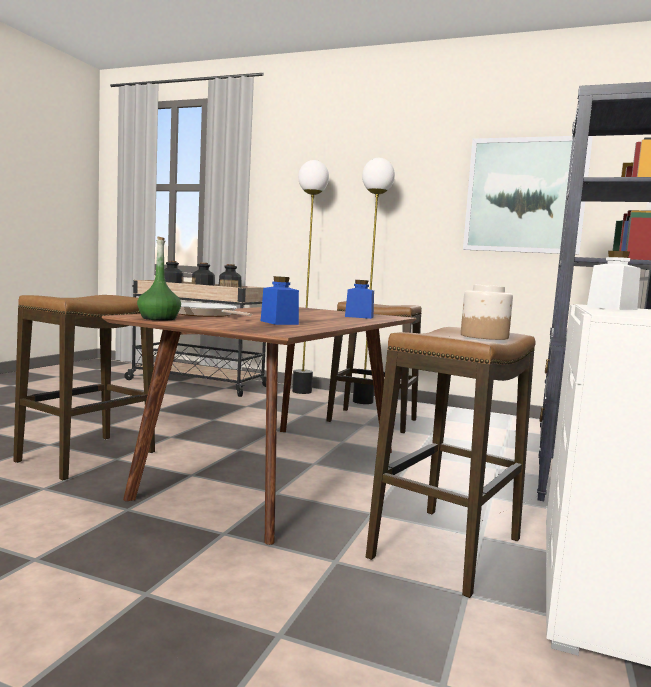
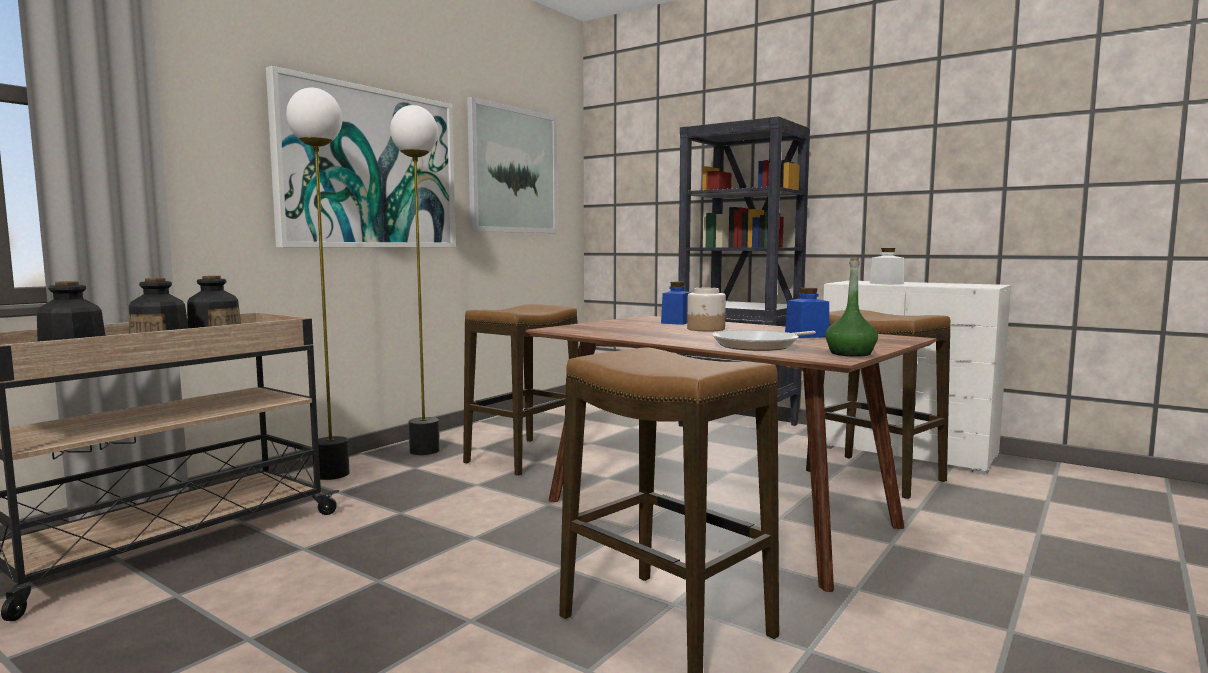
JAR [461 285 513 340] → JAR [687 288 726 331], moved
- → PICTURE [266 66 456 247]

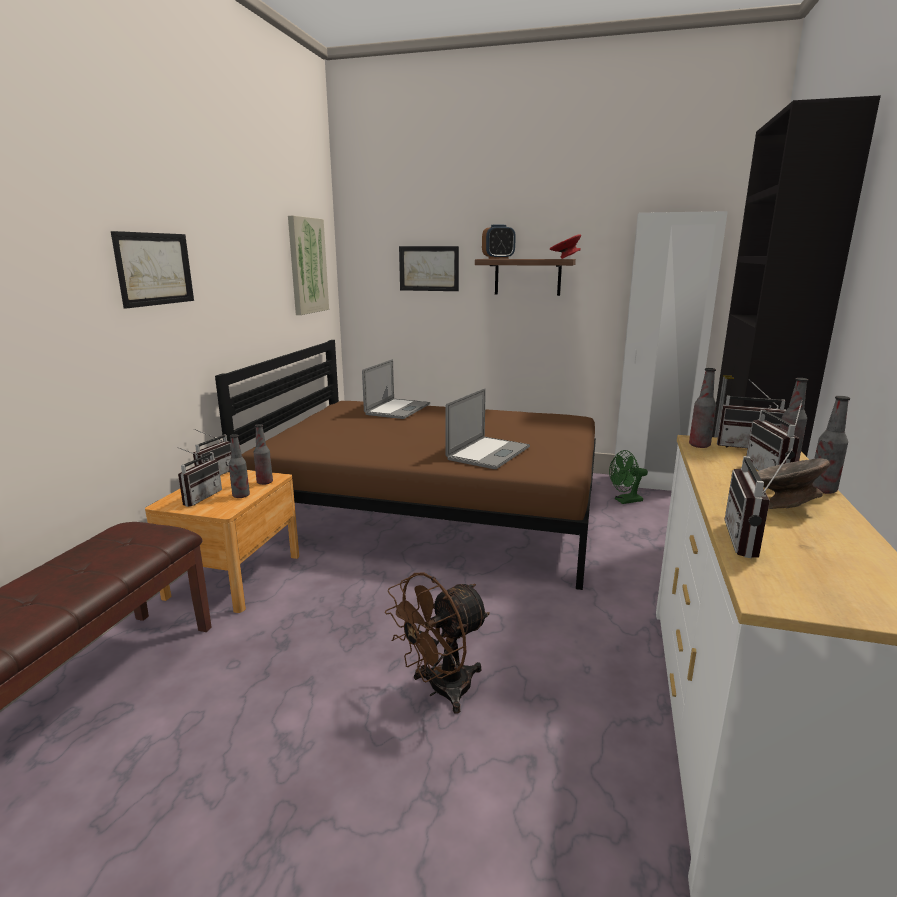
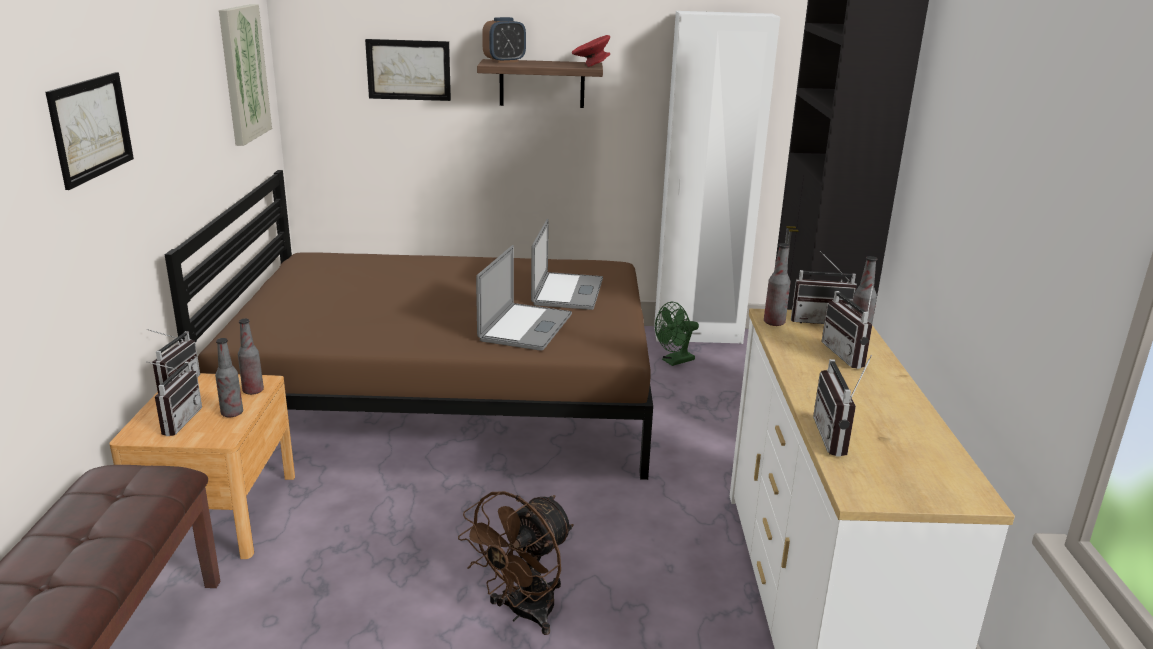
LAPTOP [362 359 430 419] → LAPTOP [531 219 603 310], moved
BOTTLE [812 396 850 494] → -
GREY BOWL [757 459 830 509] → -

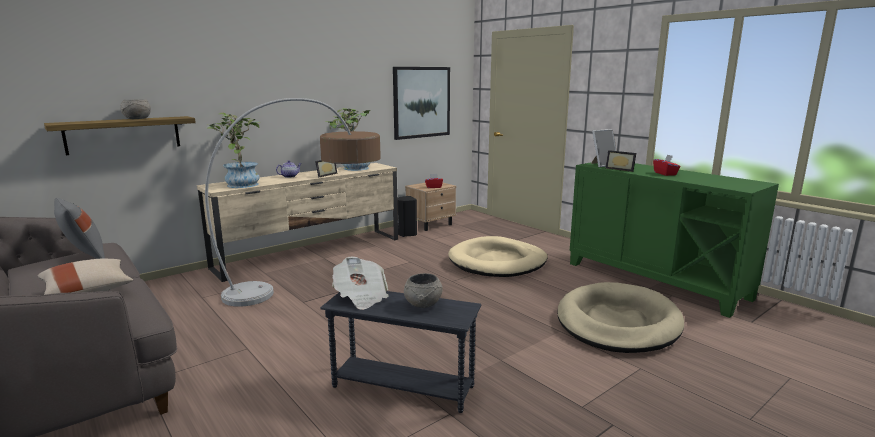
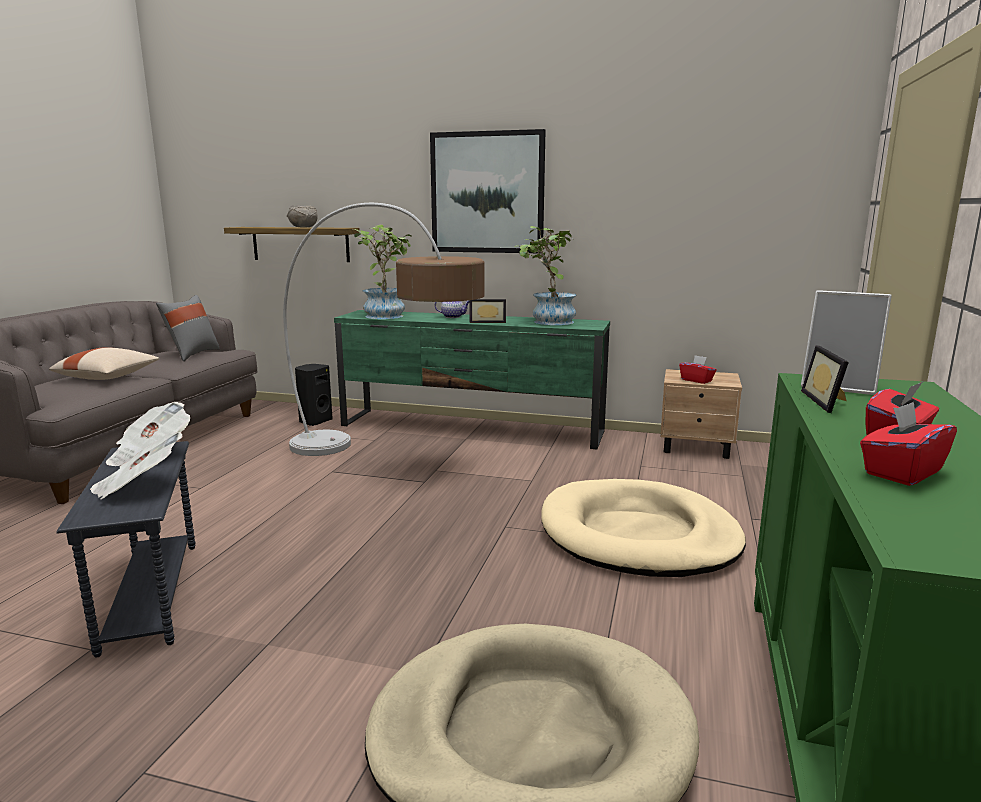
PICTURE [393 67 450 140] → PICTURE [430 129 546 254], moved
BEIGE TV STAND [197 163 398 282] → GREEN TV STAND [334 310 610 450]
BLACK SPEAKER [397 196 417 237] → BLACK SPEAKER [295 364 333 426], moved
GREY BOWL [404 273 443 308] → NEWSPAPER [90 432 183 499]
- → RED TISSUE BOX [860 402 957 486]

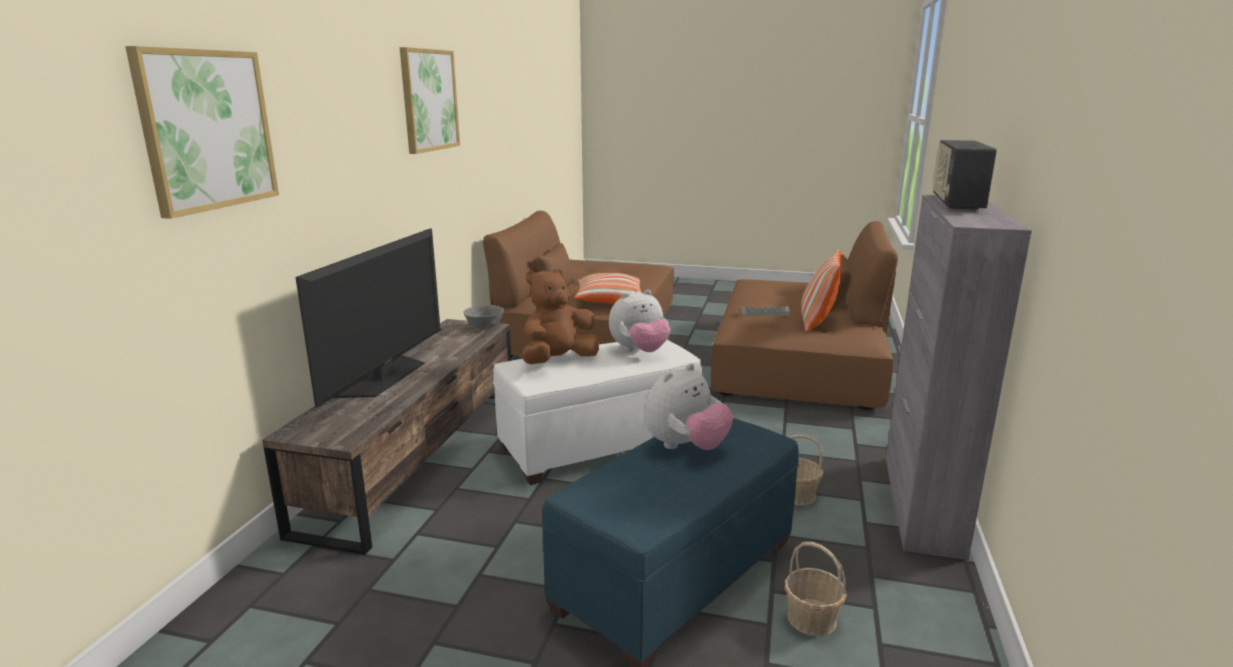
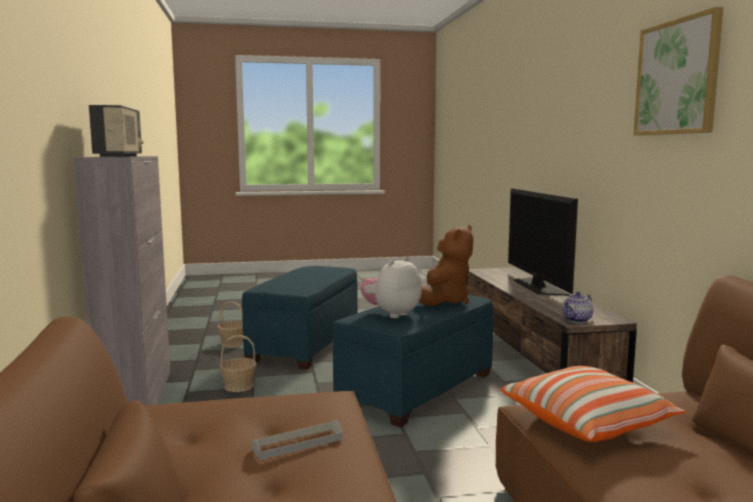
PICTURE [125 46 279 219] → -
PILLOW [801 249 842 332] → -
GREY BOWL [463 305 504 329] → TEAPOT [562 292 593 323]
WHITE OTTOMAN [493 340 702 485] → BLUE OTTOMAN [332 295 494 427]
PLUSH TOY [644 363 733 450] → -

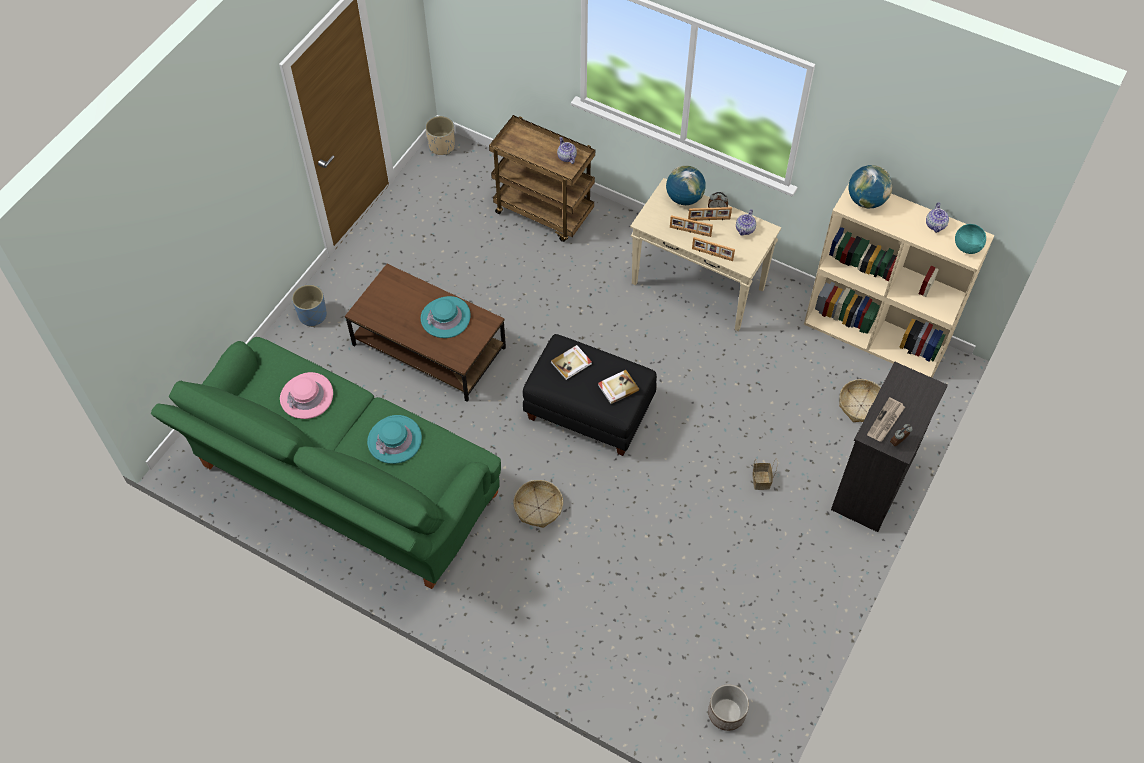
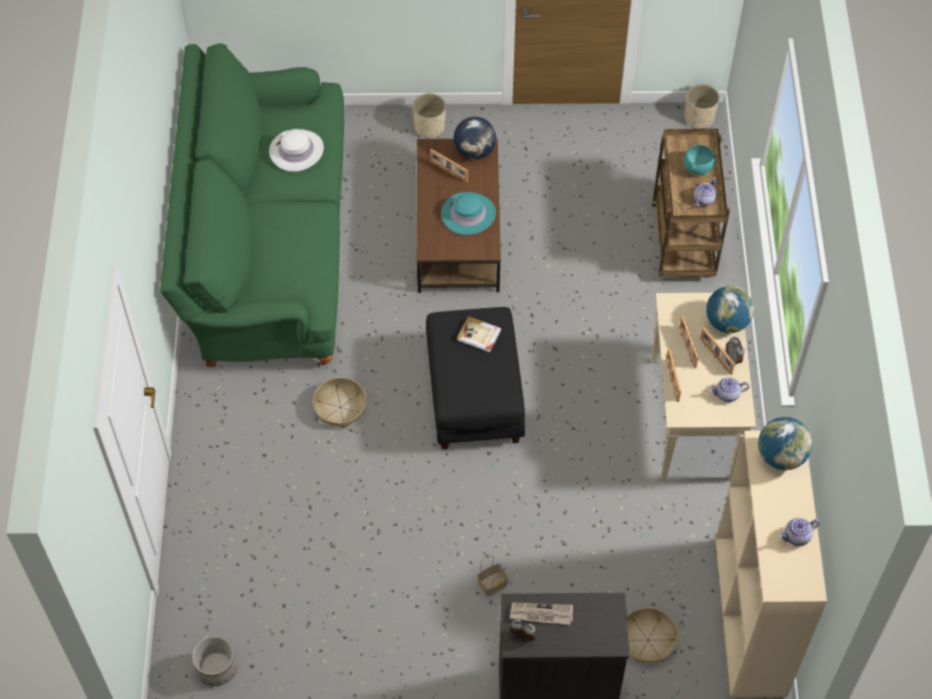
TURQUOISE BOWL [955 224 986 254] → TURQUOISE BOWL [684 145 715 176], moved
BLUE PLANTER [292 285 327 327] → BEIGE PLANTER [413 93 446 138]
BOOK [598 370 639 404] → -
PINK HAT [280 372 333 419] → WHITE HAT [269 129 324 172]
TURQUOISE HAT [367 415 422 464] → -
- → GLOBE [454 117 496 160]
- → PICTURE FRAME [430 149 468 183]

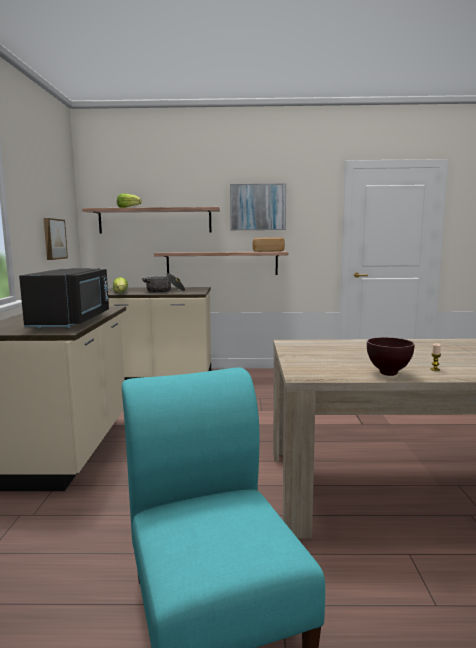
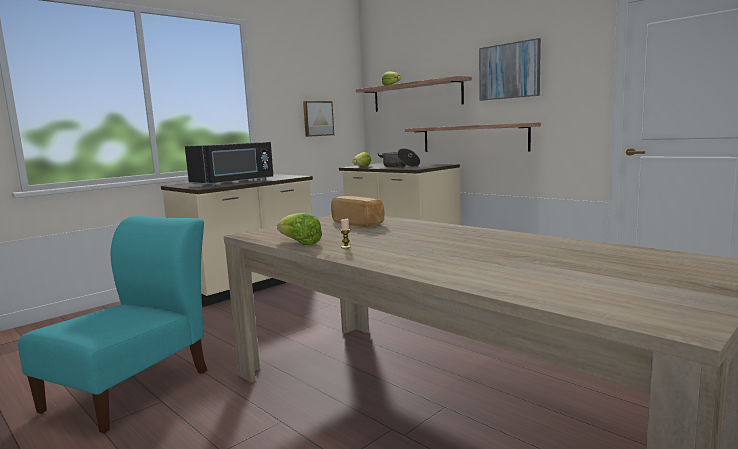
BREAD [253 237 285 252] → BREAD [331 196 384 227], moved
BROWN BOWL [367 337 415 376] → LETTUCE [277 213 322 245]

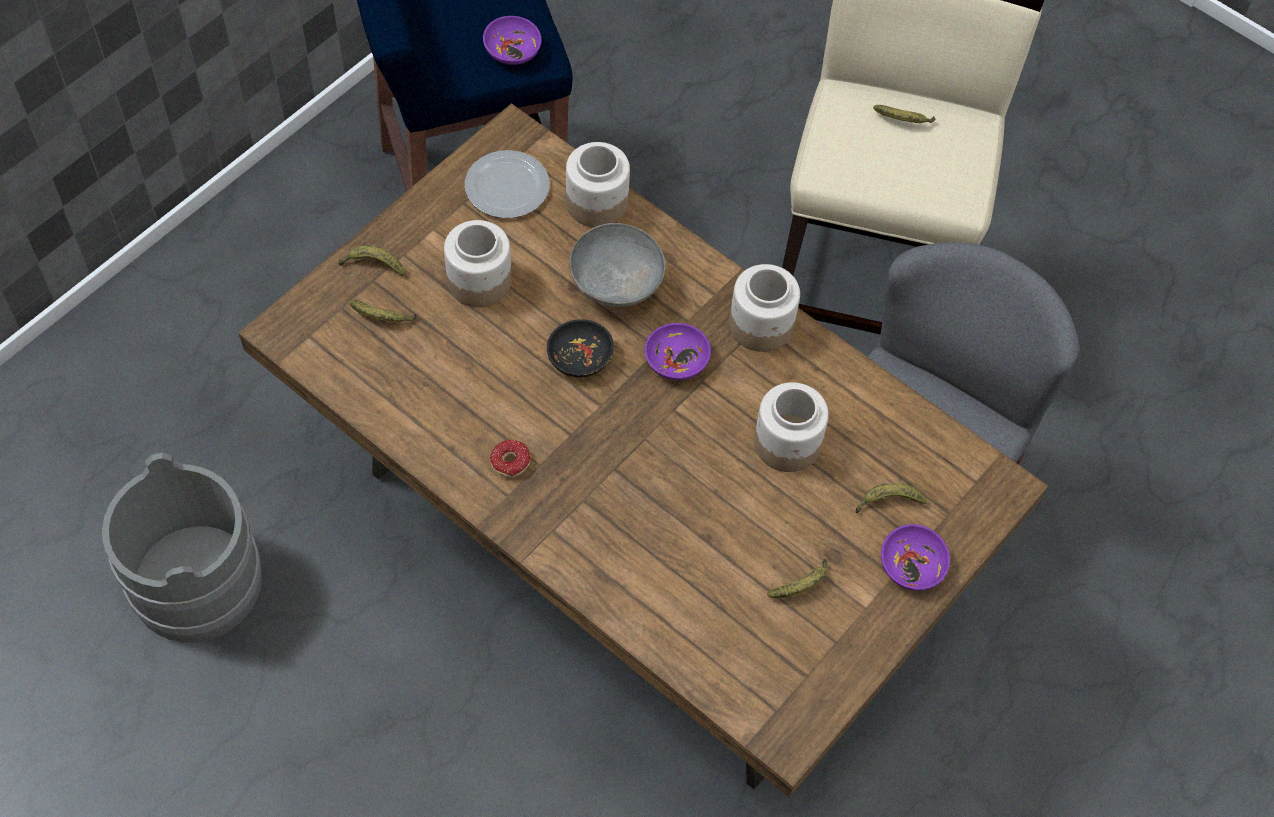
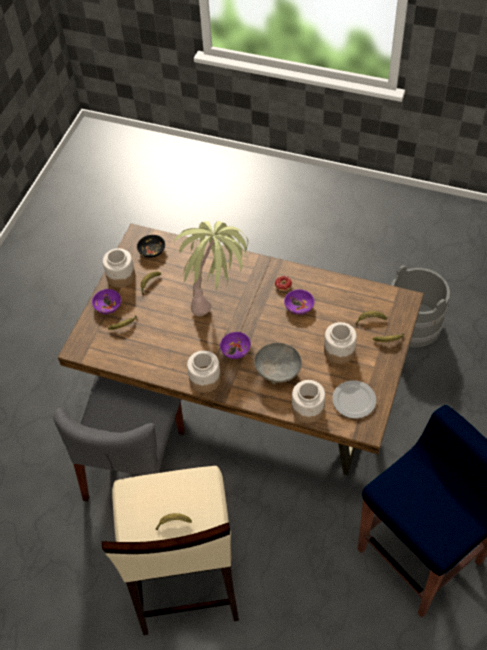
PURPLE BOWL [483 16 542 65] → PURPLE BOWL [284 289 315 315], moved
BLACK BOWL [547 319 614 377] → BLACK BOWL [137 235 165 258], moved
JAR [754 382 829 472] → JAR [103 248 135 288], moved
- → POTTED PLANT [174 221 248 317]

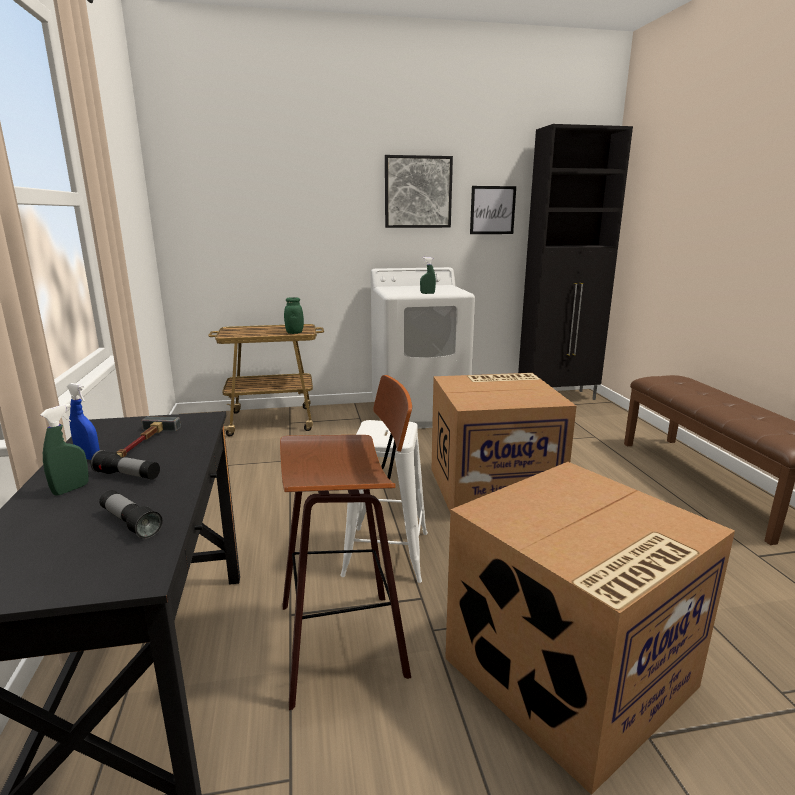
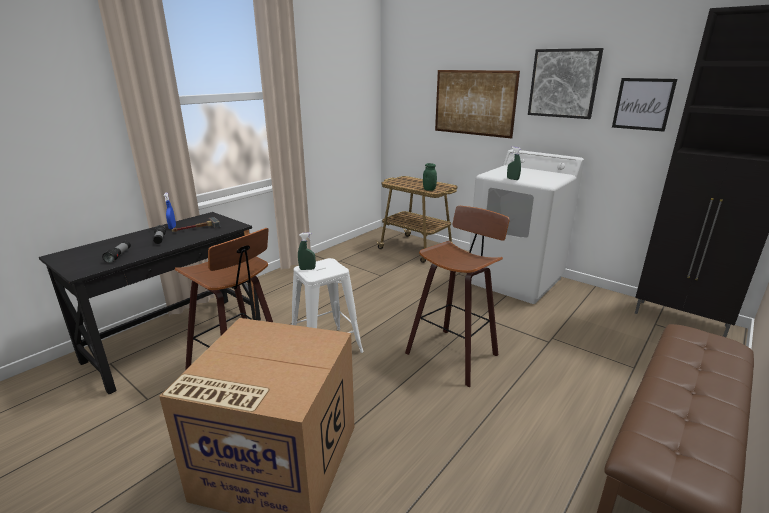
CARDBOARD BOX [432 373 576 513] → STOOL [405 206 510 387]
GREEN SPRAY BOTTLE [41 404 89 496] → GREEN SPRAY BOTTLE [298 232 316 270], moved
- → PICTURE [435 70 520 139]

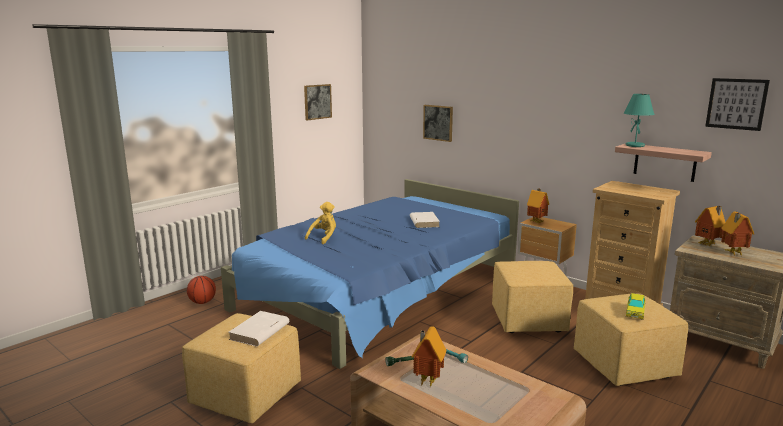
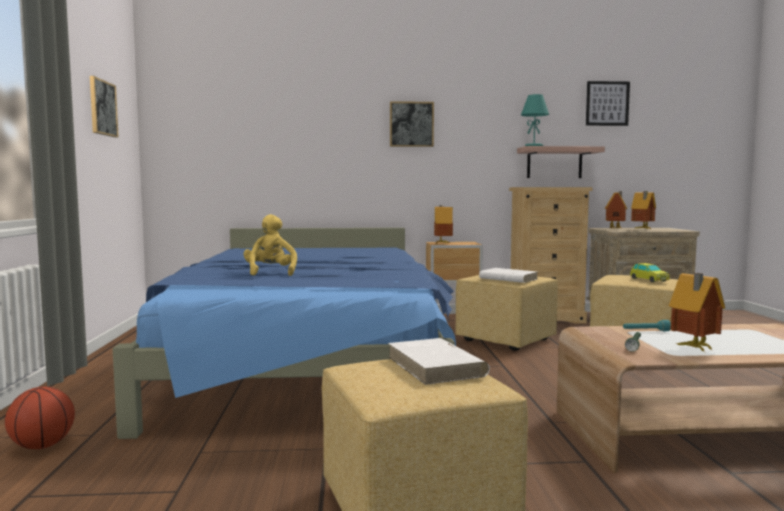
PICTURE [423 105 453 142] → PICTURE [390 101 434 147], moved
WHITE BOOK [410 212 440 228] → WHITE BOOK [479 268 537 283], moved

